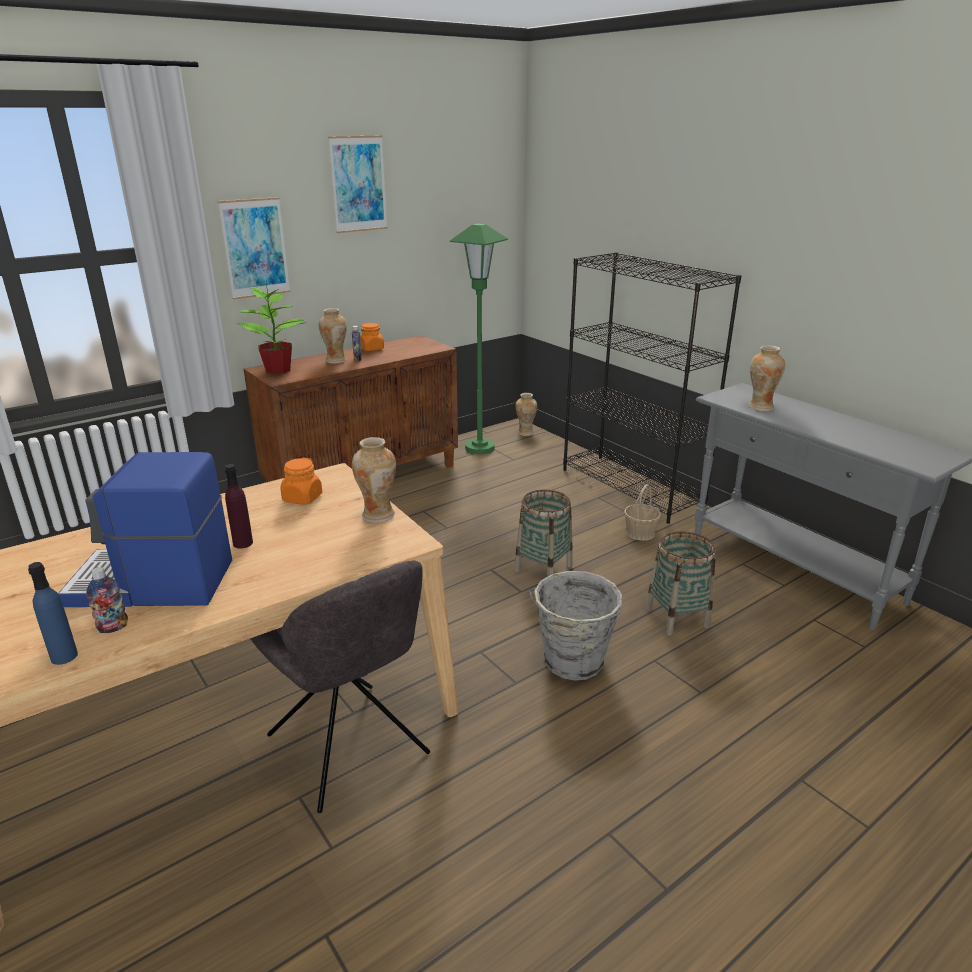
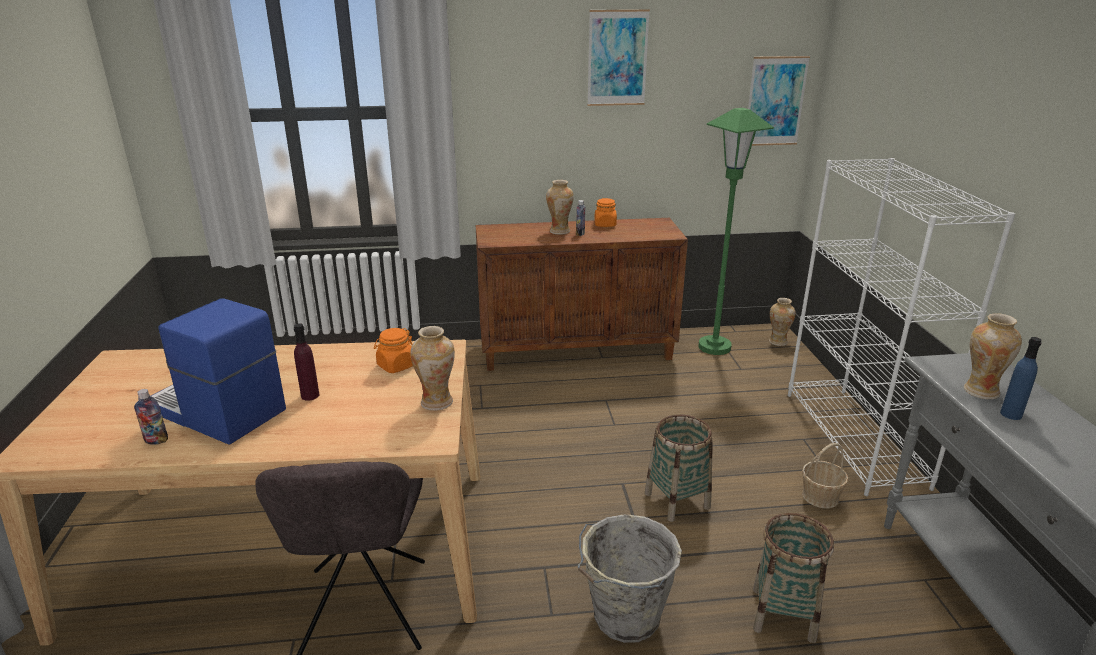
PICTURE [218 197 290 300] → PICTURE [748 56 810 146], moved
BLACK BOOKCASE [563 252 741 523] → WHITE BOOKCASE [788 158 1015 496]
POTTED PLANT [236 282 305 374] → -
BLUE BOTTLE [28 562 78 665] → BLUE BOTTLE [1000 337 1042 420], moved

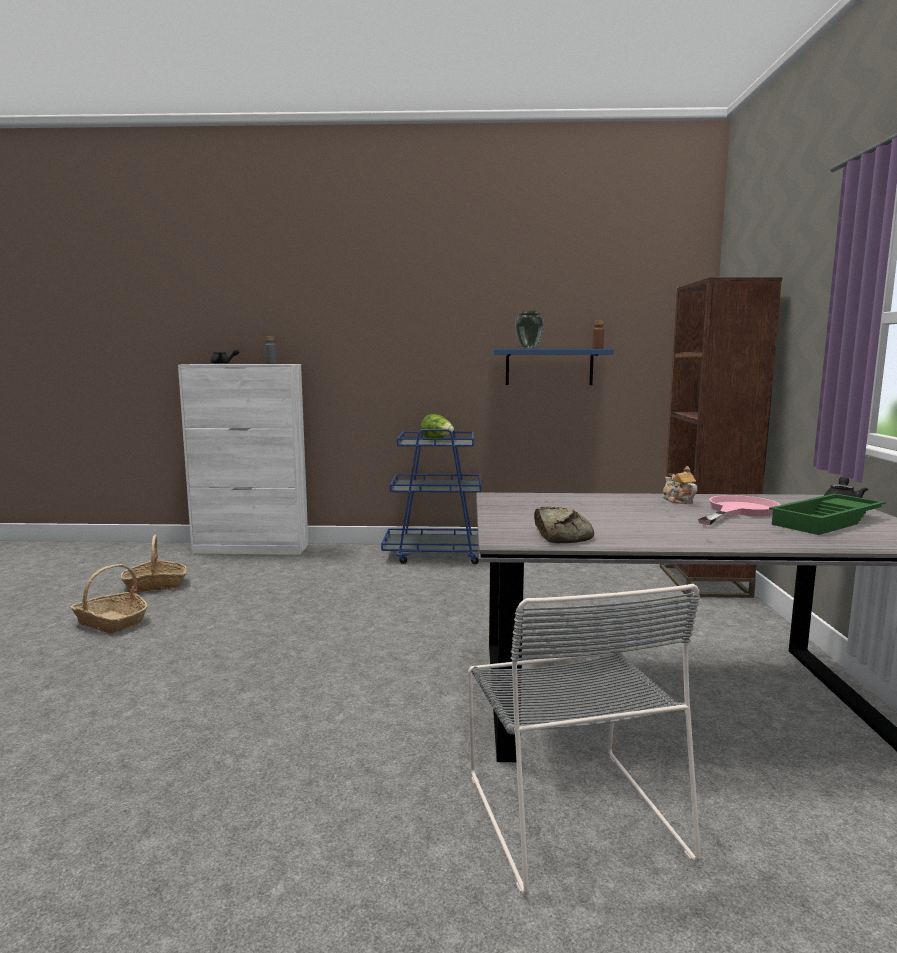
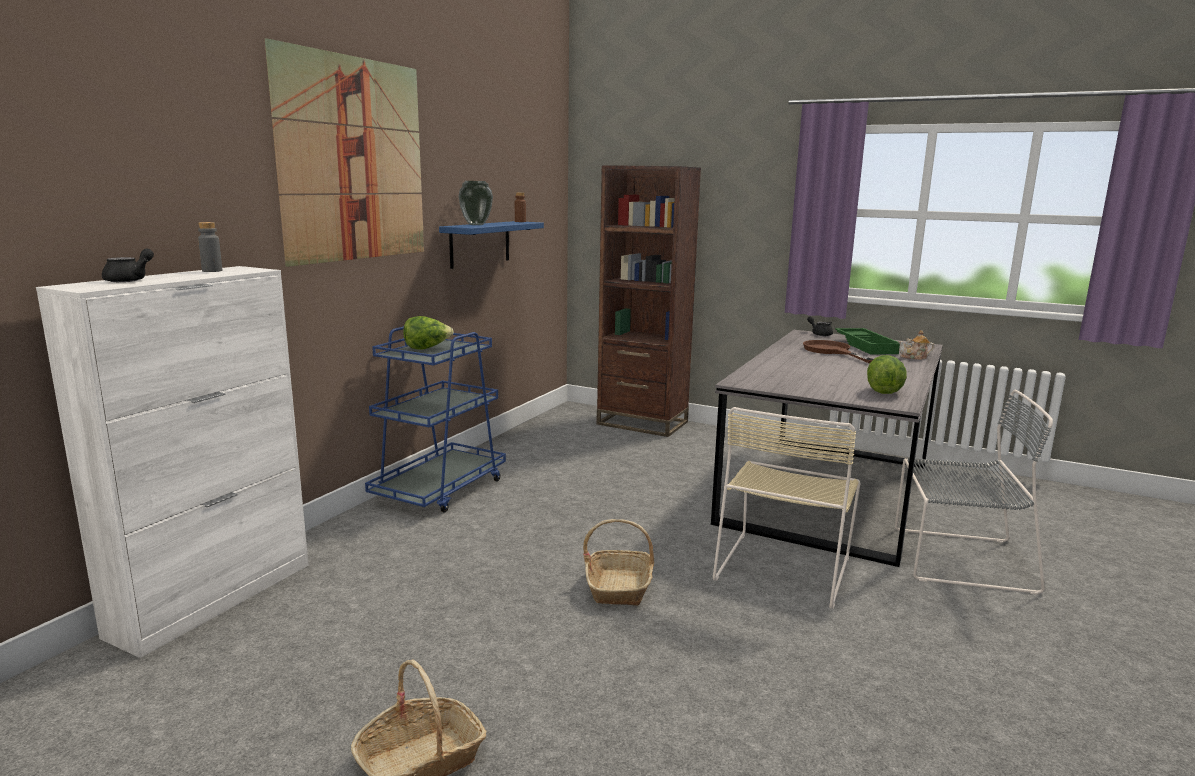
TEAPOT [663 466 697 504] → TEAPOT [898 330 935 360], moved
PINK FRYING PAN [698 495 780 525] → BROWN FRYING PAN [803 340 873 363]
BREAD [534 506 594 543] → LETTUCE [867 355 907 394]
BASKET [121 535 187 593] → BASKET [583 519 654 606], moved
- → PICTURE [265 38 424 267]
- → BEIGE CHAIR [713 407 861 609]

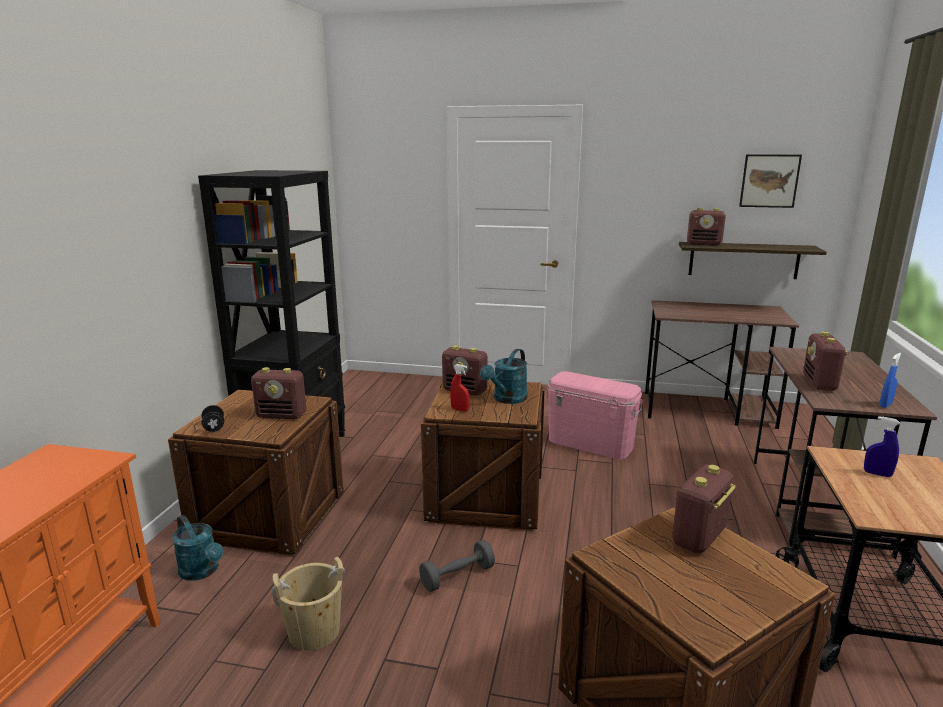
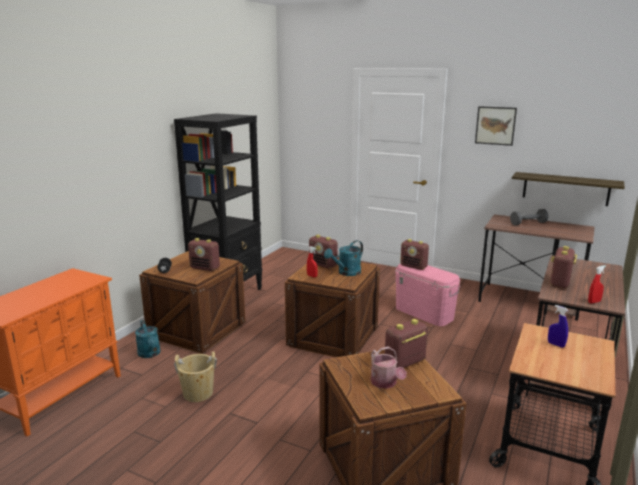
PICTURE [739 154 802 208] → PICTURE [475 106 517 146], moved
RADIO [687 208 726 246] → RADIO [400 239 429 270], moved
BLUE SPRAY BOTTLE [879 353 901 408] → RED SPRAY BOTTLE [588 265 606 304]
GREY DUMBBELL [419 540 495 592] → GREY DUMBBELL [510 209 548 225], moved
- → WATERING CAN [370 346 406 389]

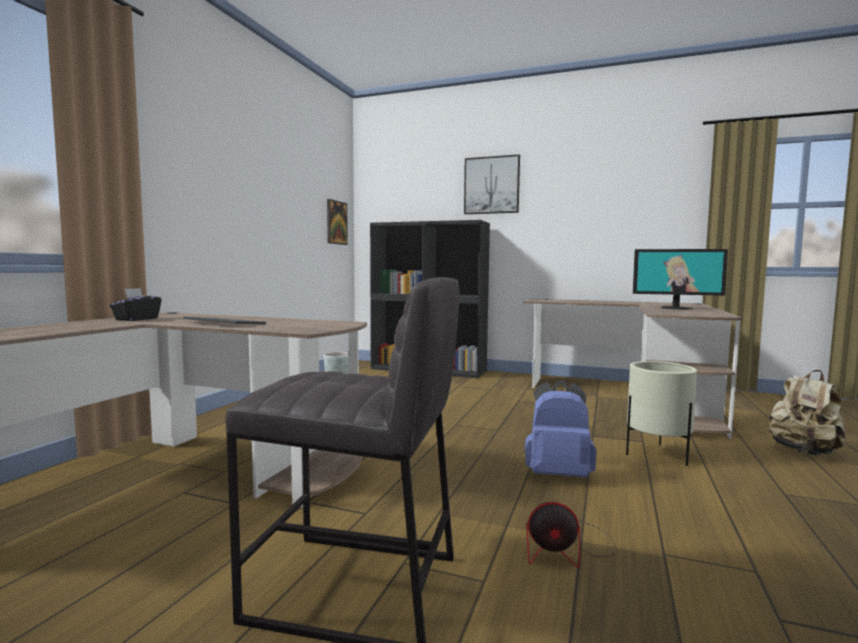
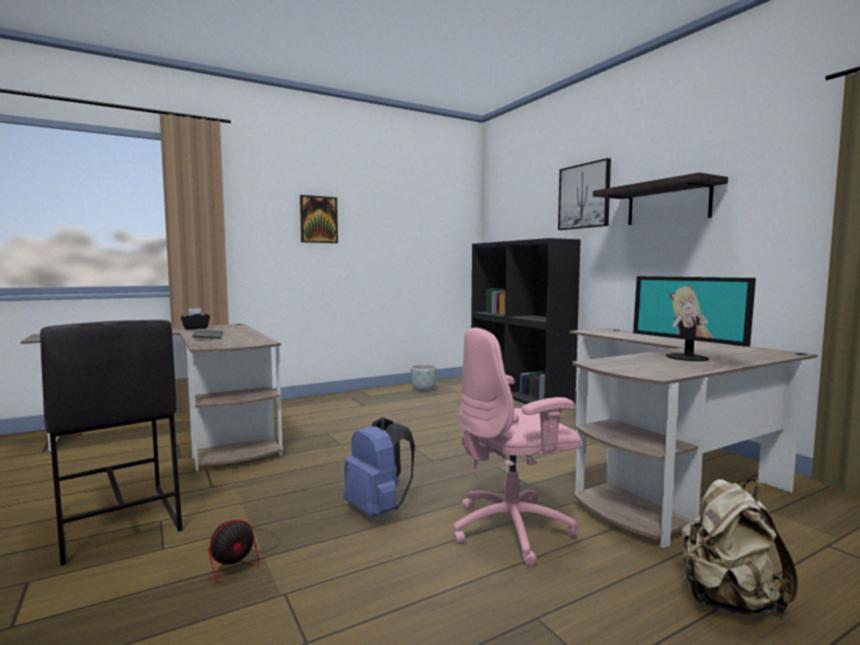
PICTURE [327 199 348 245] → PICTURE [300 195 338 243], moved
BEIGE PLANTER [626 361 697 466] → PINK OFFICE CHAIR [453 327 581 566]
FAN [526 502 617 568] → FAN [208 520 278 583], 90 degrees counterclockwise
- → SHELF [593 172 728 225]

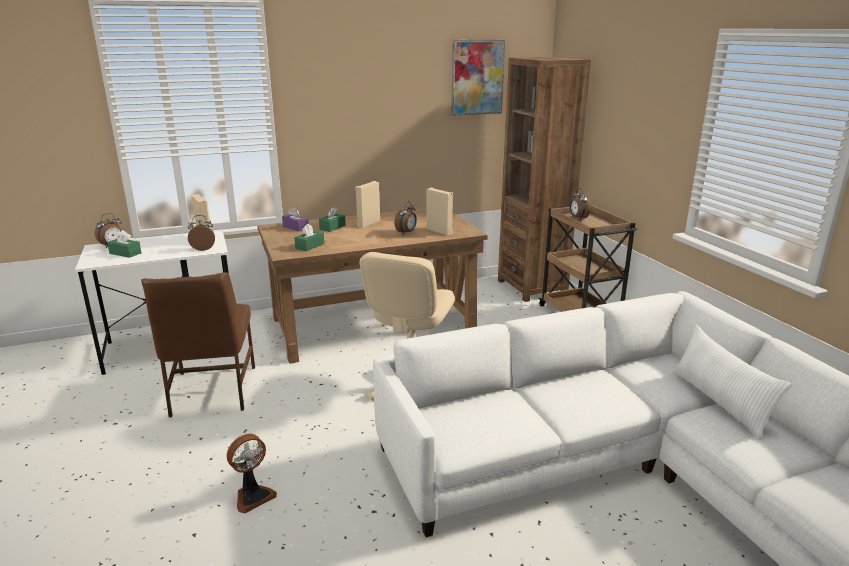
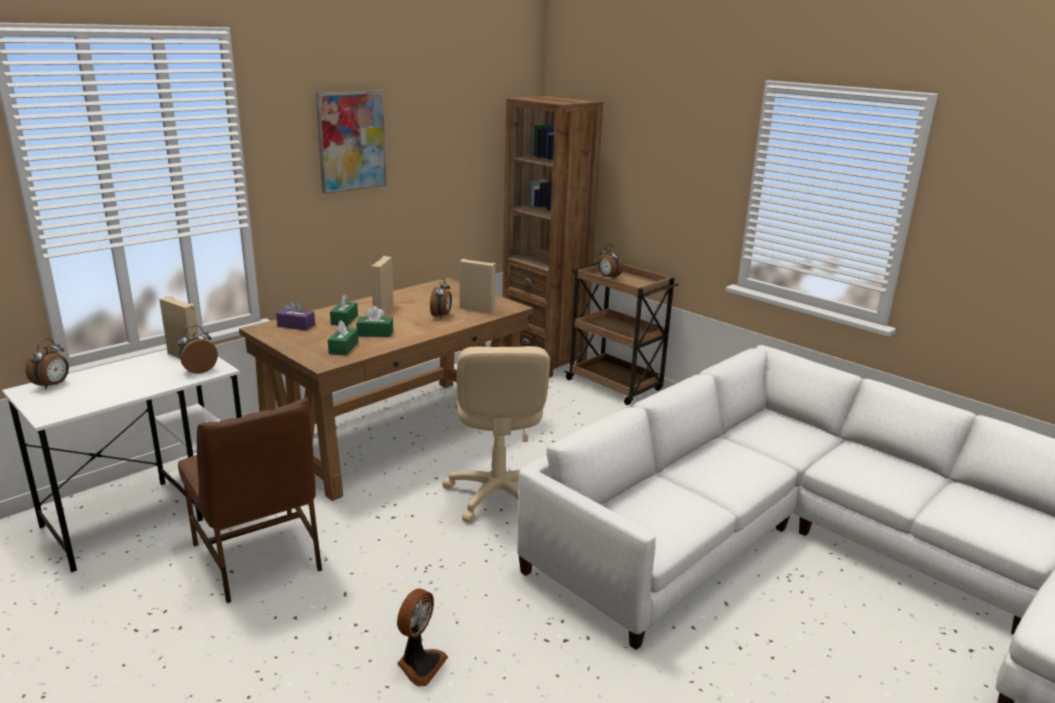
PICTURE [451 40 505 116] → PICTURE [316 90 386 194], moved
GREEN TISSUE BOX [107 230 141 258] → GREEN TISSUE BOX [356 306 393 337], moved
WHITE PILLOW [672 325 792 440] → -

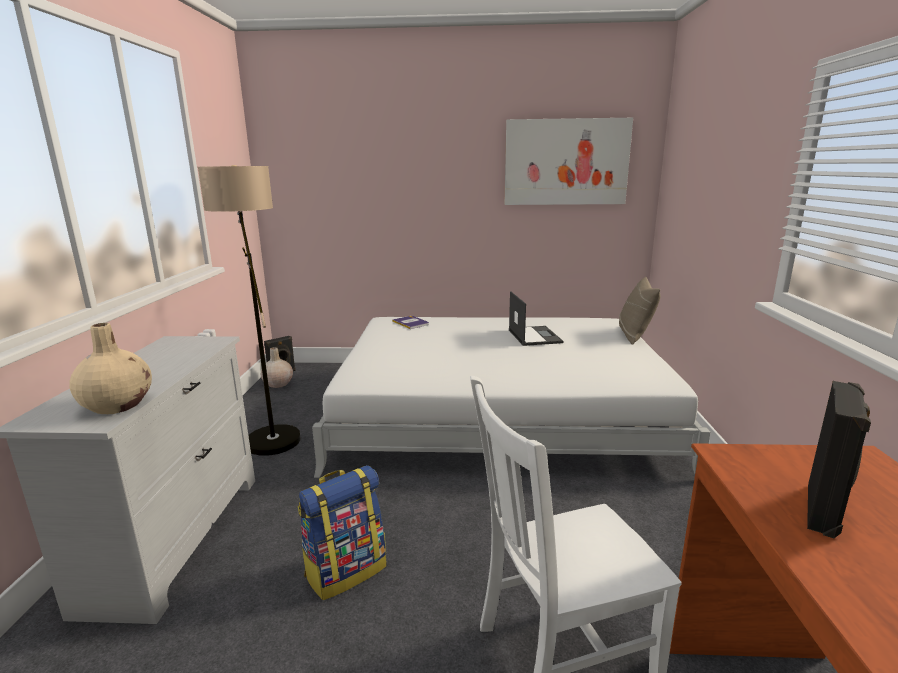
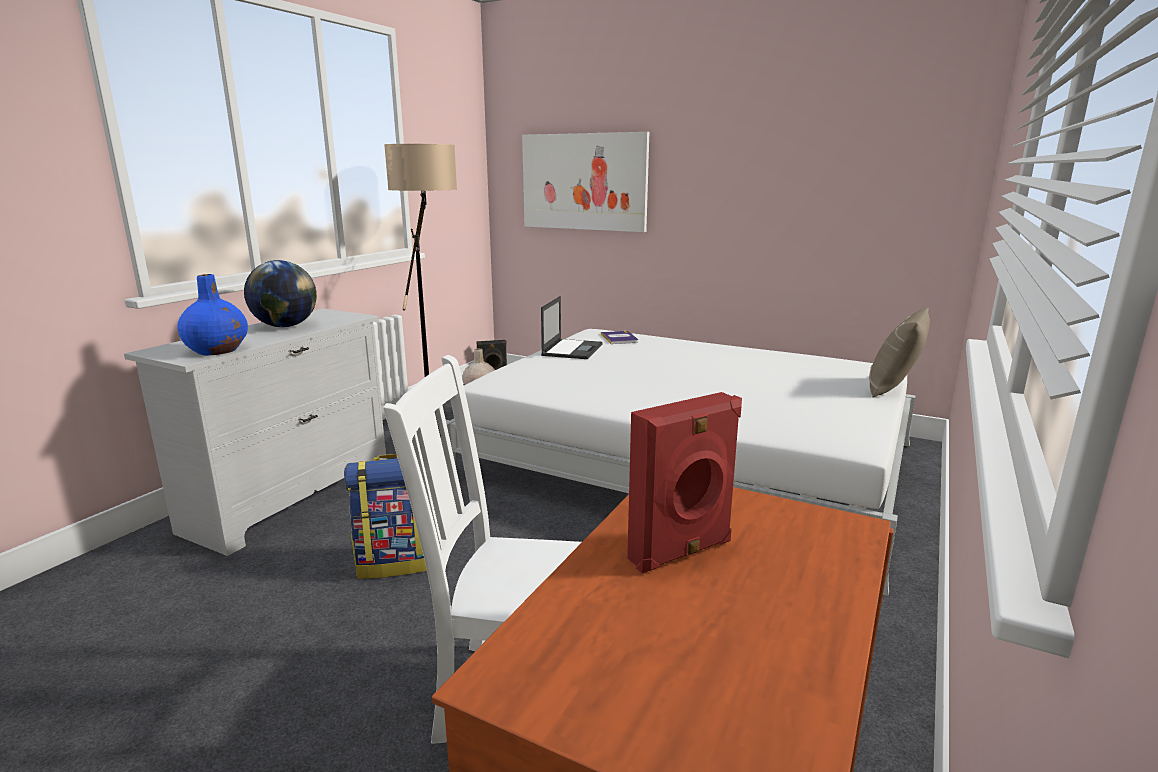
PICTURE [504 118 633 205] → PICTURE [522 132 649 232], moved
LAPTOP [509 291 563 346] → LAPTOP [541 296 603 359], moved
BEIGE VASE [69 323 152 414] → BLUE VASE [177 274 248 355]
BLACK SPEAKER [807 381 871 538] → RED SPEAKER [627 392 742 574]
- → GLOBE [244 260 317 327]

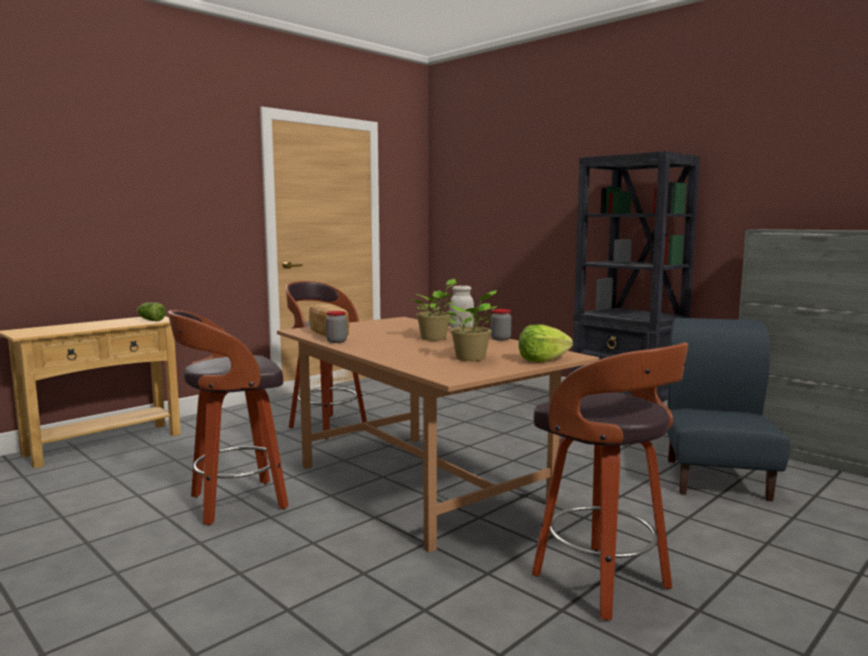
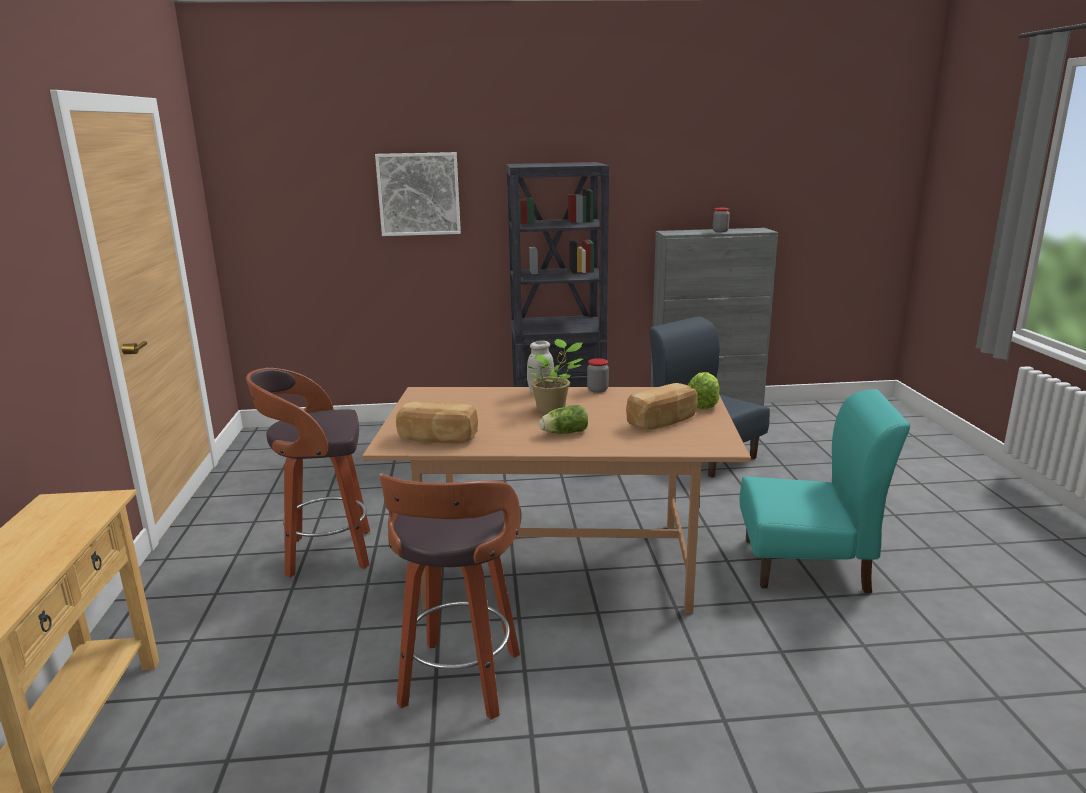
POTTED PLANT [445 290 497 361] → BREAD [626 383 698 430]
LETTUCE [137 302 166 321] → LETTUCE [539 405 588 434], moved
JAR [326 311 347 343] → JAR [713 208 730 232], moved
STOOL [532 342 688 621] → TURQUOISE CHAIR [740 389 910 593]
- → PICTURE [375 152 461 236]

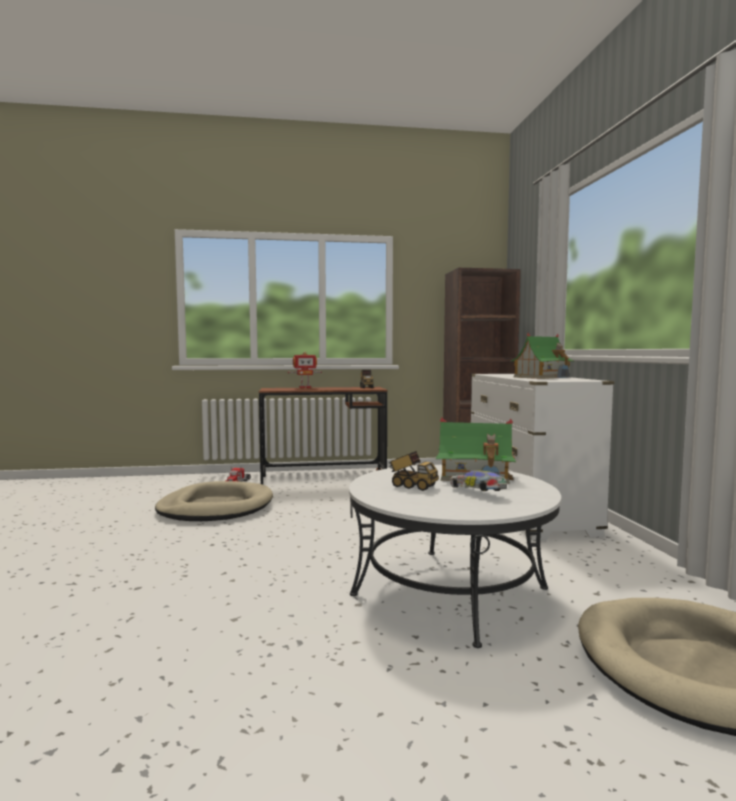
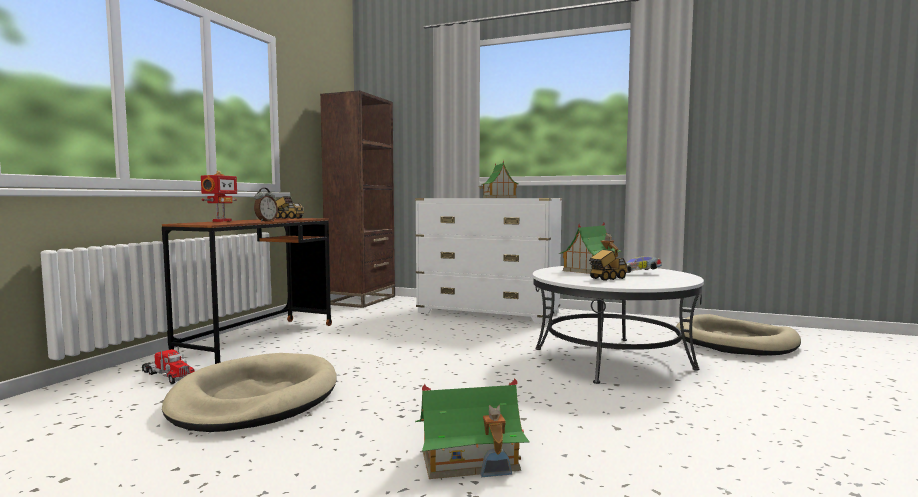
- → ALARM CLOCK [254 188 278 222]
- → TOY HOUSE [415 378 529 479]

